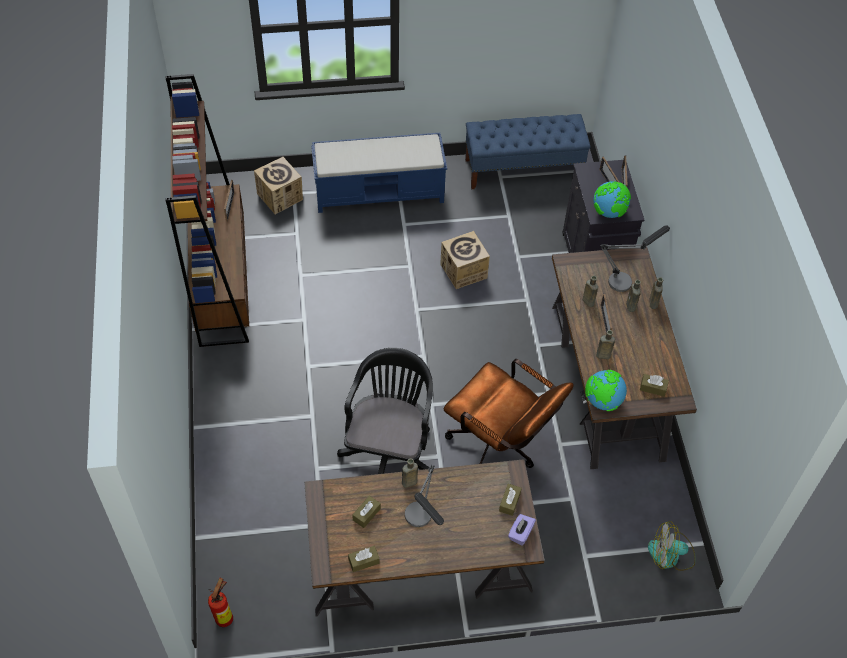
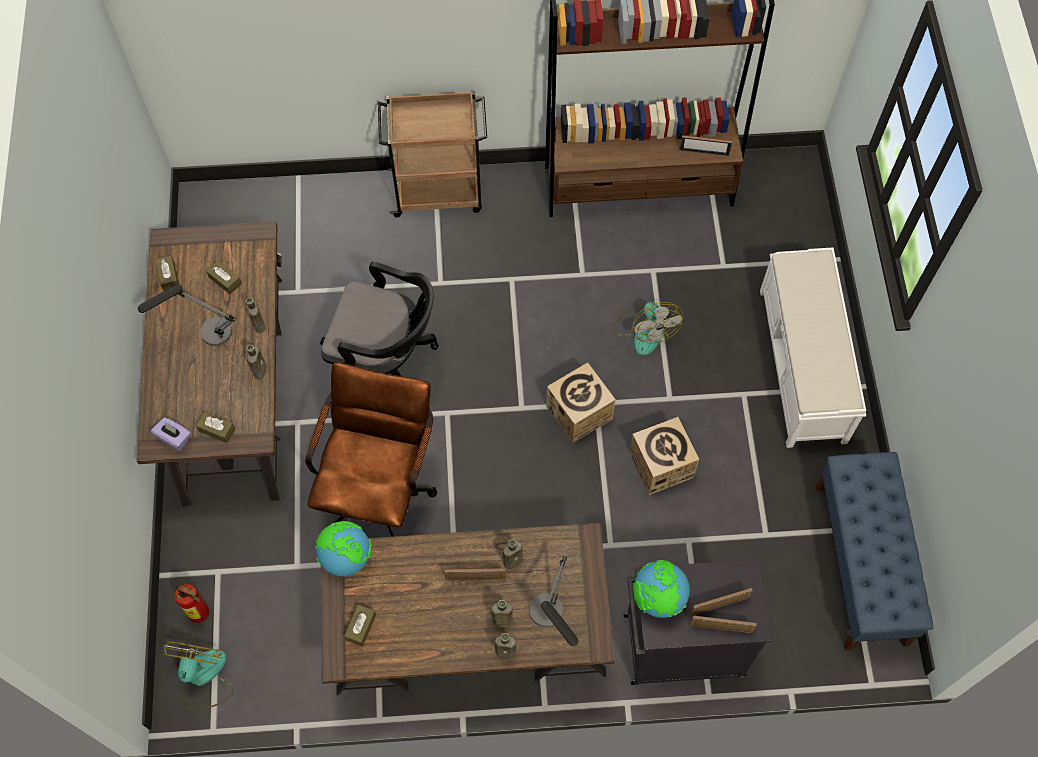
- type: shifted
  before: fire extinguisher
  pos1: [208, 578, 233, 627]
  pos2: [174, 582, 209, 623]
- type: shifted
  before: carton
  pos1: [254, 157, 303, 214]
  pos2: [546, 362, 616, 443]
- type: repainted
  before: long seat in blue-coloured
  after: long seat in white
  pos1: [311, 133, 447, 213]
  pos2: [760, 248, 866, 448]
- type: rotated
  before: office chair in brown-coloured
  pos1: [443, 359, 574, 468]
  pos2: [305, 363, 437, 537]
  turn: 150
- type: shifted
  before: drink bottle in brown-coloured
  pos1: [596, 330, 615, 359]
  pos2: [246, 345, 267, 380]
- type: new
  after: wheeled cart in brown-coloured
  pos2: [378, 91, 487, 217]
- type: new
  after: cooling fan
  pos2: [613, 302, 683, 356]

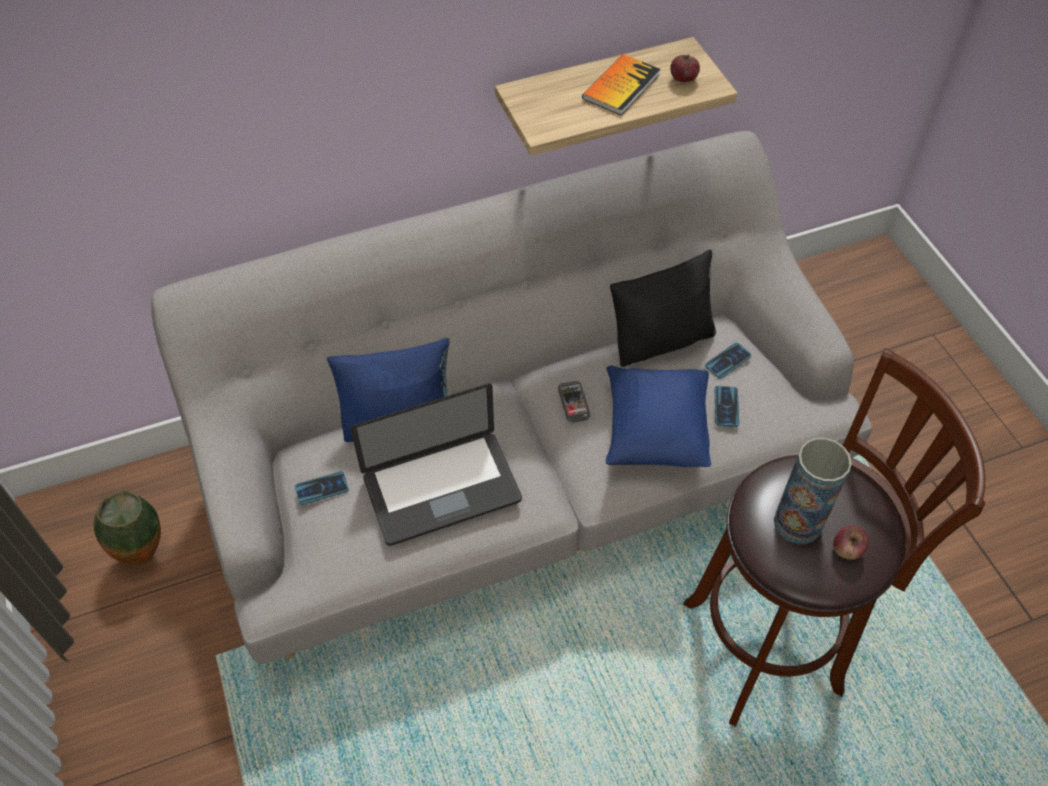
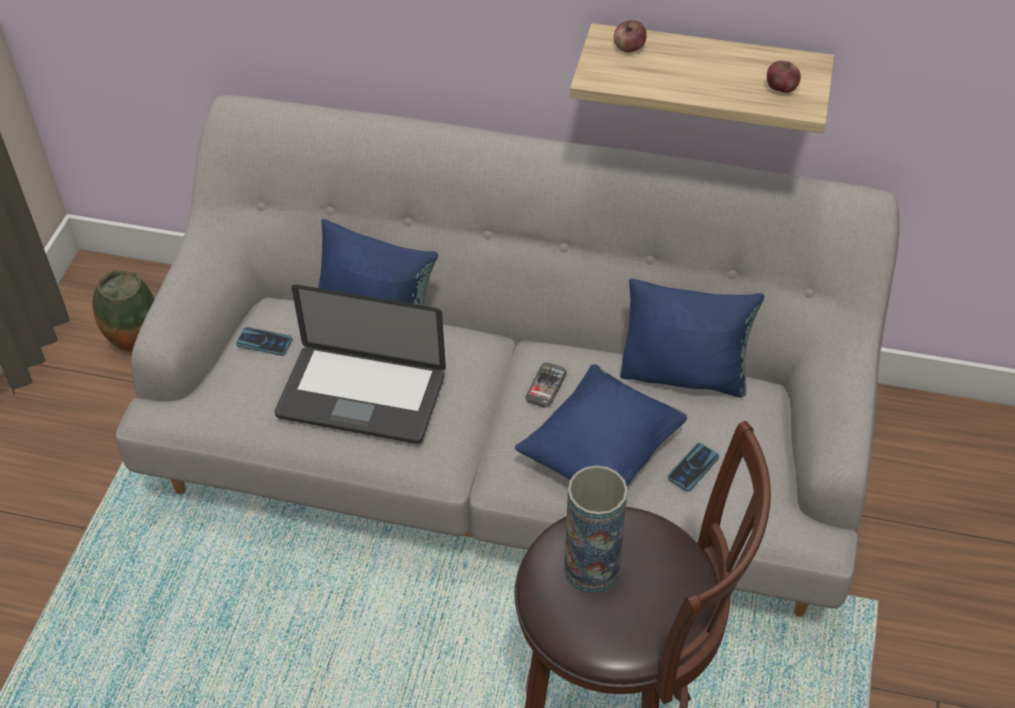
- type: gone
  before: book
  pos1: [582, 54, 660, 115]
- type: repainted
  before: cushion in black
  after: cushion in blue-coloured
  pos1: [610, 249, 716, 367]
  pos2: [620, 278, 764, 398]
- type: gone
  before: phone
  pos1: [705, 343, 751, 379]
- type: shifted
  before: apple
  pos1: [833, 526, 869, 560]
  pos2: [614, 20, 647, 53]

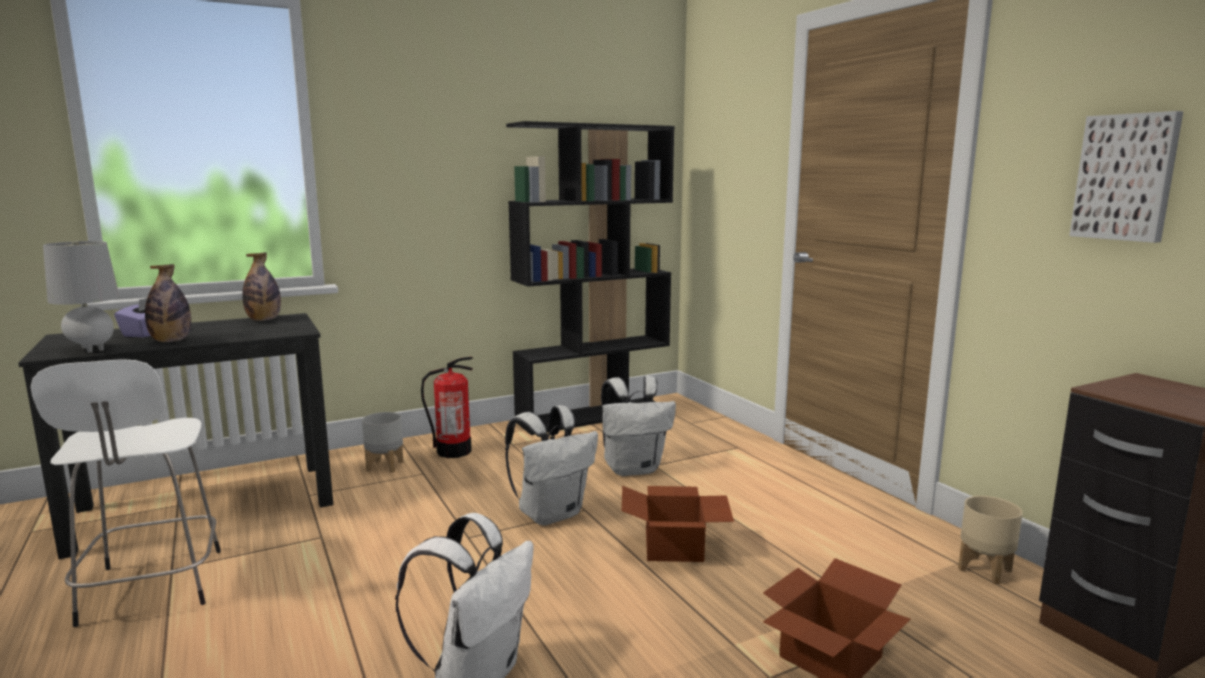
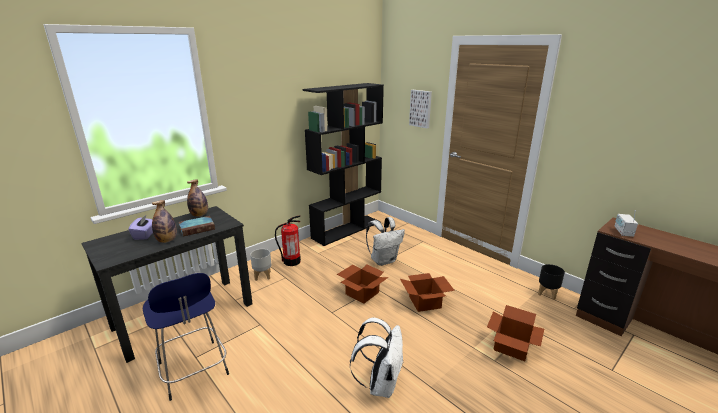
- type: repainted
  before: stool seat in white
  after: stool seat in blue-coloured
  pos1: [31, 359, 221, 627]
  pos2: [143, 273, 229, 401]
- type: gone
  before: table lamp in gray
  pos1: [43, 241, 120, 353]
- type: swapped
  before: rucksack in white
  after: carton
  pos1: [505, 405, 598, 526]
  pos2: [337, 264, 388, 304]
- type: repainted
  before: planter in beige-coloured
  after: planter in black
  pos1: [958, 496, 1023, 584]
  pos2: [538, 264, 565, 300]
- type: shifted
  before: picture
  pos1: [1069, 111, 1183, 243]
  pos2: [409, 90, 432, 128]
- type: new
  after: book
  pos2: [179, 216, 215, 236]
- type: new
  after: radio receiver
  pos2: [615, 210, 638, 237]

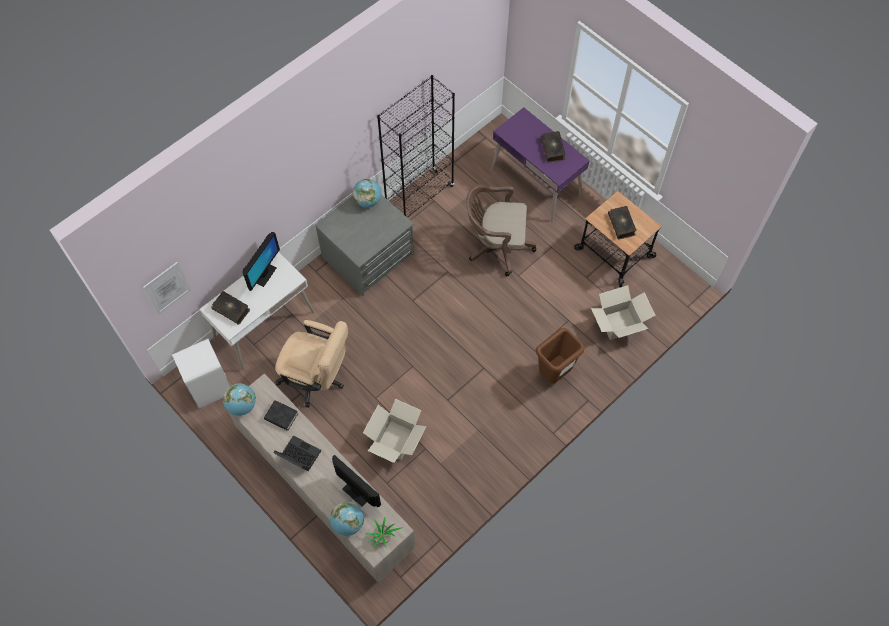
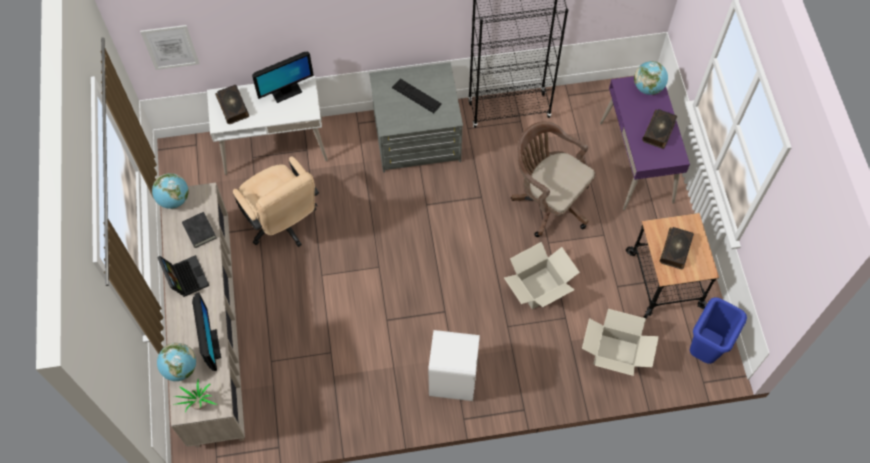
- type: shifted
  before: trash can in white
  pos1: [172, 339, 230, 409]
  pos2: [428, 330, 480, 401]
- type: shifted
  before: desk globe
  pos1: [353, 179, 381, 208]
  pos2: [634, 61, 668, 95]
- type: shifted
  before: carton
  pos1: [363, 399, 427, 463]
  pos2: [504, 242, 580, 309]
- type: gone
  before: trash can in brown-coloured
  pos1: [536, 328, 585, 383]
- type: new
  after: PC keyboard
  pos2: [392, 79, 442, 113]
- type: new
  after: trash can in blue-coloured
  pos2: [690, 297, 747, 364]

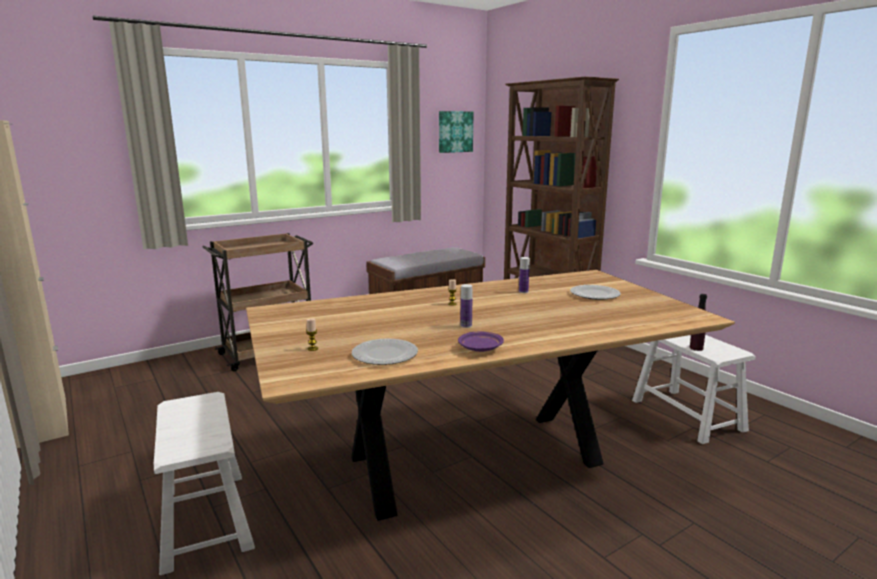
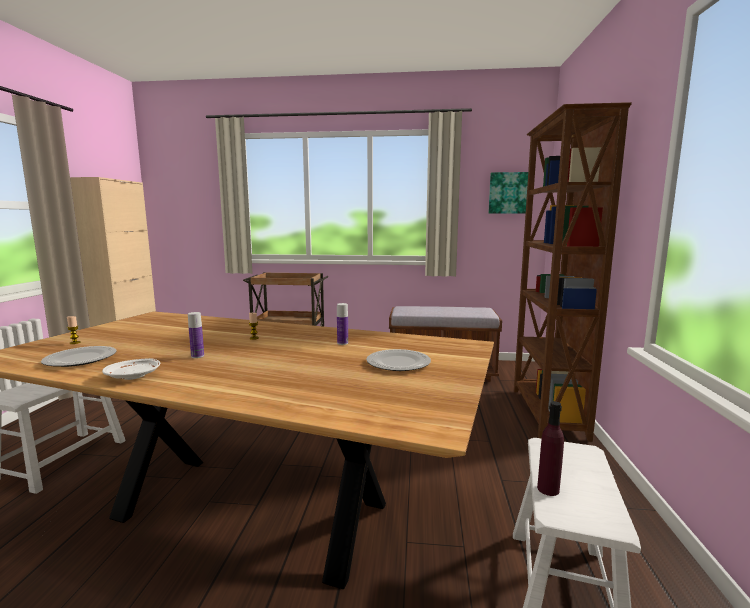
- type: repainted
  before: flat dish in purple
  after: flat dish in white
  pos1: [458, 332, 504, 352]
  pos2: [102, 358, 160, 380]

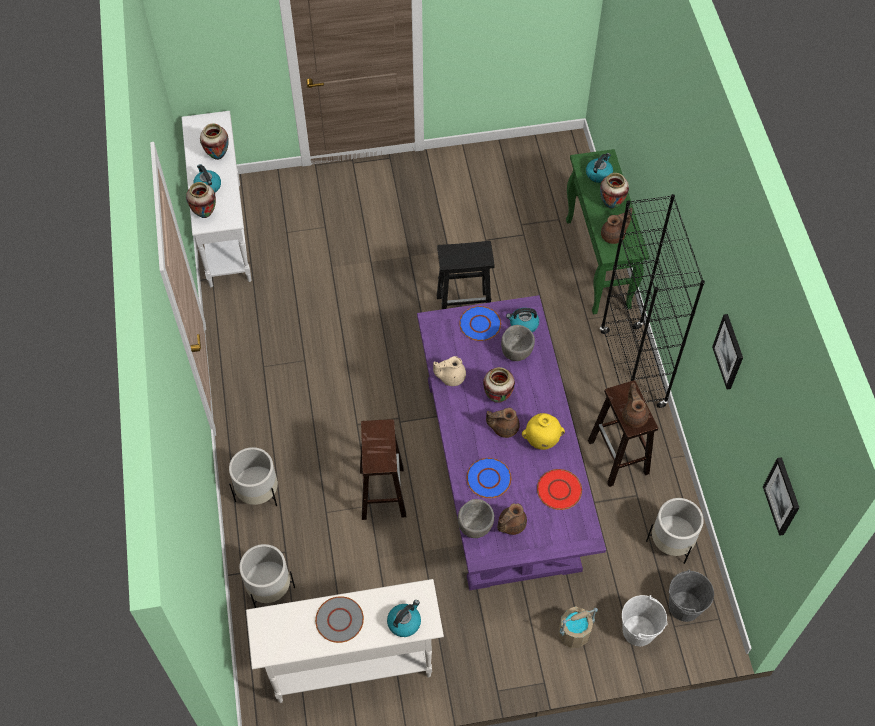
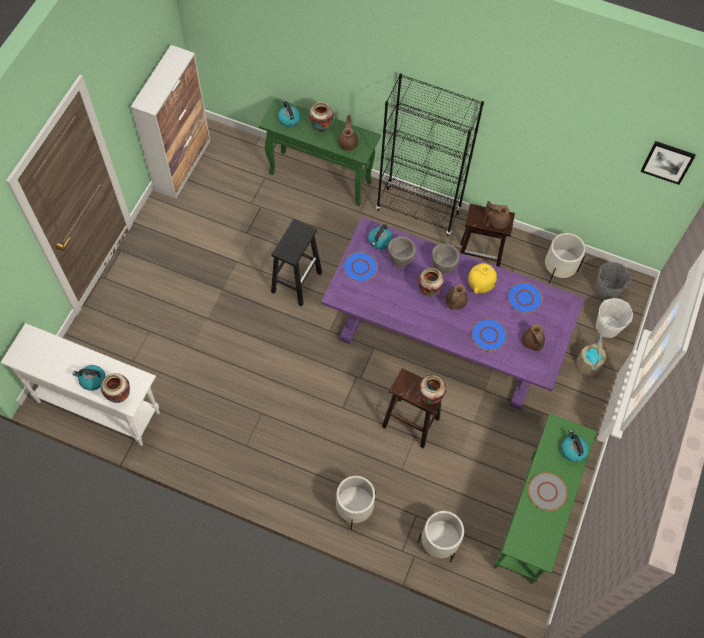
- type: shifted
  before: vase
  pos1: [200, 123, 229, 160]
  pos2: [419, 375, 446, 404]
- type: repainted
  before: hall table in white
  after: hall table in green
  pos1: [246, 579, 444, 703]
  pos2: [494, 414, 597, 584]
- type: gone
  before: teapot in beige-coloured
  pos1: [433, 356, 466, 386]
- type: shifted
  before: bowl in gray
  pos1: [458, 499, 494, 538]
  pos2: [432, 244, 460, 274]
- type: repainted
  before: flat dish in red
  after: flat dish in blue-coloured
  pos1: [537, 469, 582, 510]
  pos2: [507, 282, 543, 313]
- type: gone
  before: picture
  pos1: [712, 314, 743, 389]
- type: new
  after: cabinet
  pos2: [131, 45, 210, 199]

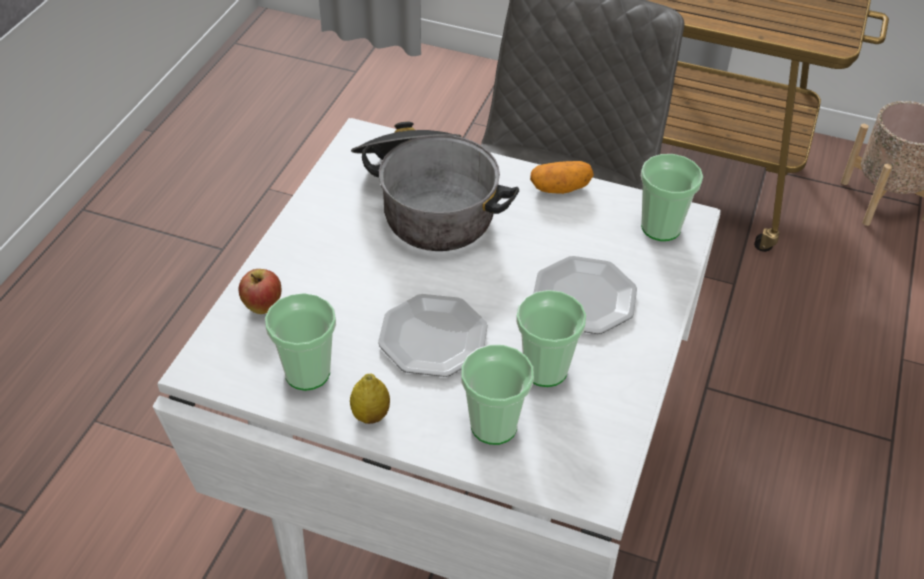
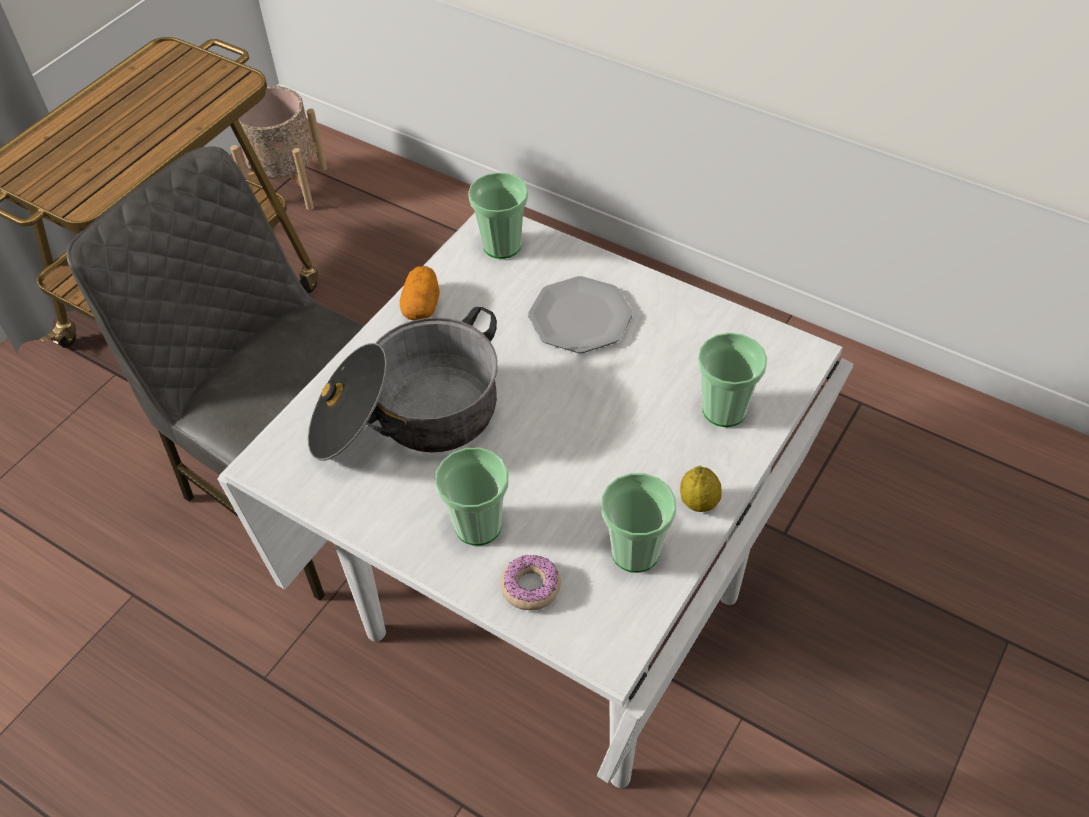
- type: swapped
  before: apple
  after: ring doughnut
  pos1: [239, 269, 281, 314]
  pos2: [501, 555, 561, 610]
- type: gone
  before: flat dish
  pos1: [378, 294, 488, 377]
- type: shifted
  before: drinking cup
  pos1: [516, 290, 586, 387]
  pos2: [435, 448, 509, 546]

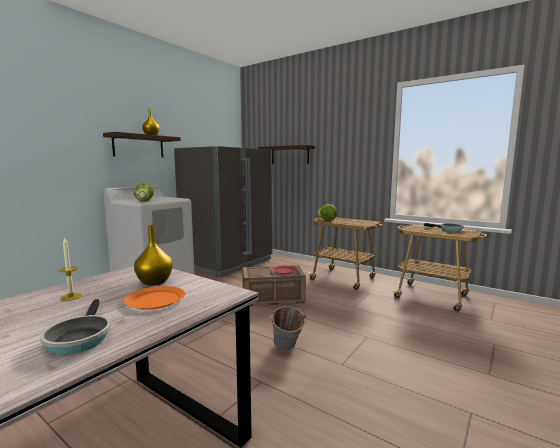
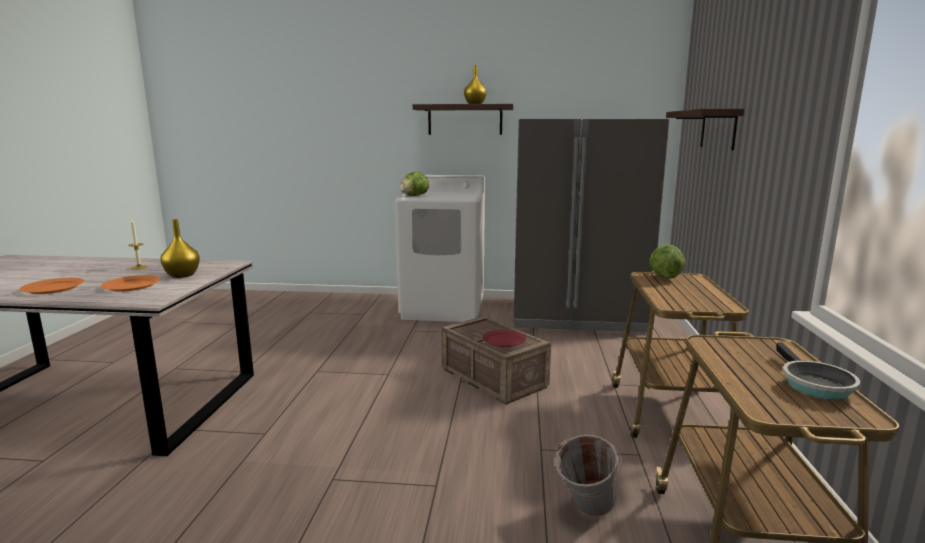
- type: swapped
  before: pan
  after: flat dish in orangey
  pos1: [40, 299, 111, 354]
  pos2: [19, 278, 84, 294]
- type: shifted
  before: water bucket in gray
  pos1: [270, 306, 306, 350]
  pos2: [555, 435, 622, 516]

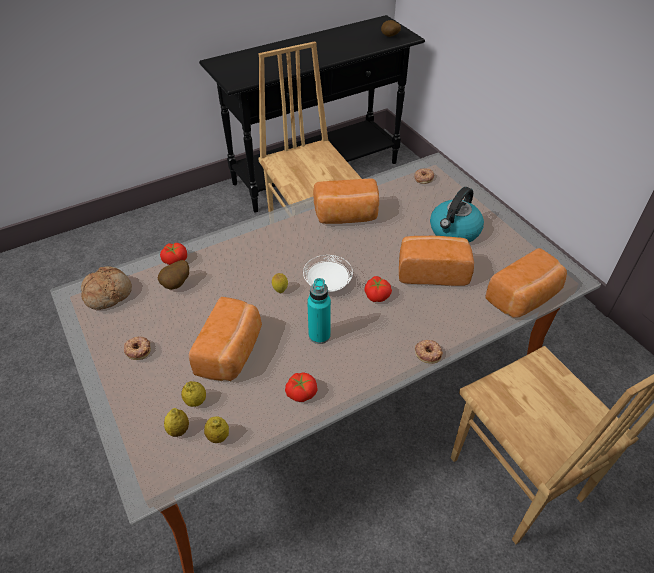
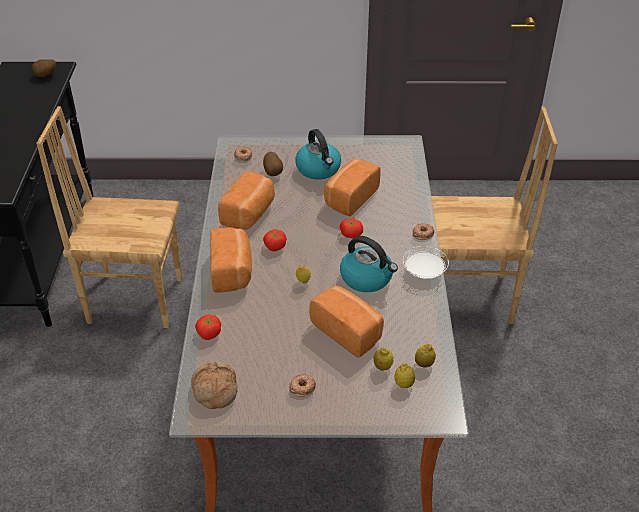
- type: shifted
  before: potato
  pos1: [158, 260, 189, 290]
  pos2: [263, 152, 283, 176]
- type: shifted
  before: tomato
  pos1: [285, 372, 318, 402]
  pos2: [263, 229, 286, 251]
- type: shifted
  before: flat dish in white
  pos1: [303, 255, 353, 292]
  pos2: [403, 246, 449, 279]
- type: swapped
  before: drink bottle in blue-green
  after: kettle
  pos1: [307, 278, 331, 344]
  pos2: [340, 236, 398, 292]
- type: shifted
  before: baked bread
  pos1: [485, 248, 567, 318]
  pos2: [210, 227, 252, 292]

